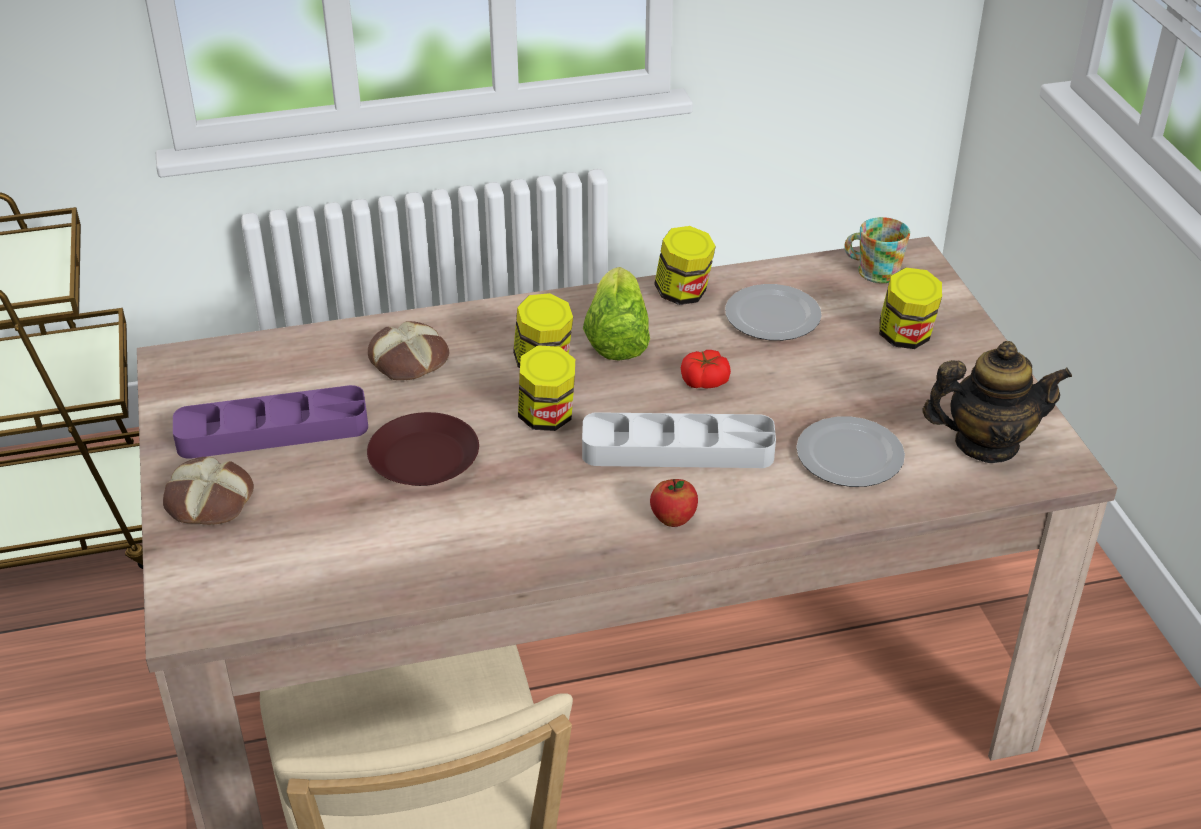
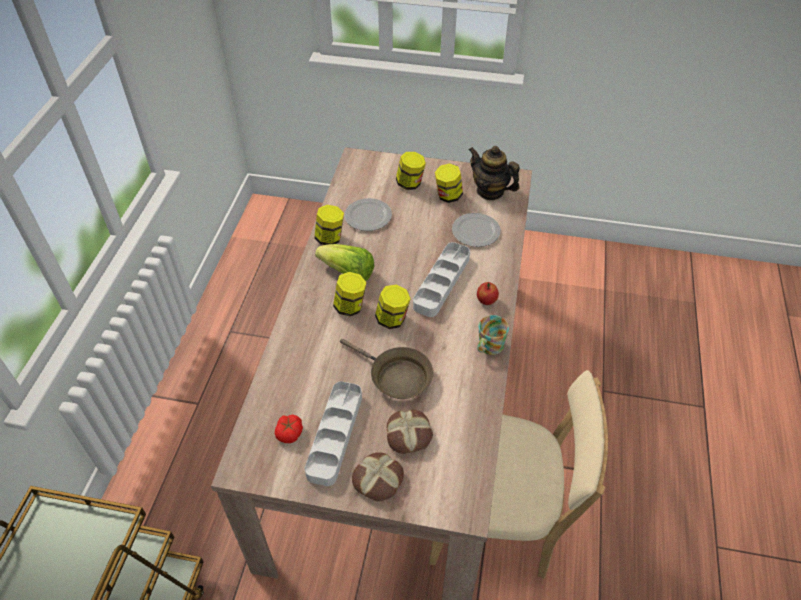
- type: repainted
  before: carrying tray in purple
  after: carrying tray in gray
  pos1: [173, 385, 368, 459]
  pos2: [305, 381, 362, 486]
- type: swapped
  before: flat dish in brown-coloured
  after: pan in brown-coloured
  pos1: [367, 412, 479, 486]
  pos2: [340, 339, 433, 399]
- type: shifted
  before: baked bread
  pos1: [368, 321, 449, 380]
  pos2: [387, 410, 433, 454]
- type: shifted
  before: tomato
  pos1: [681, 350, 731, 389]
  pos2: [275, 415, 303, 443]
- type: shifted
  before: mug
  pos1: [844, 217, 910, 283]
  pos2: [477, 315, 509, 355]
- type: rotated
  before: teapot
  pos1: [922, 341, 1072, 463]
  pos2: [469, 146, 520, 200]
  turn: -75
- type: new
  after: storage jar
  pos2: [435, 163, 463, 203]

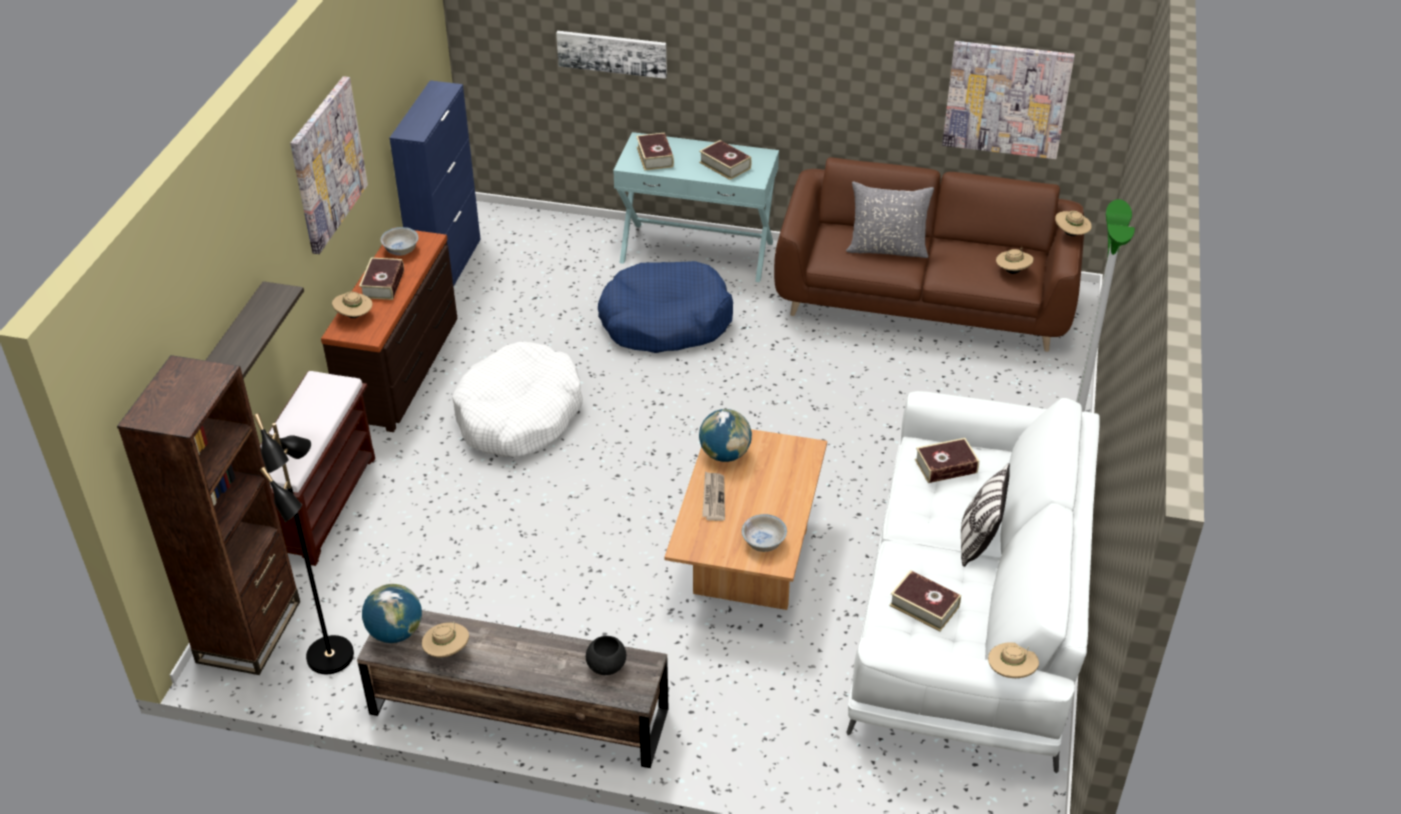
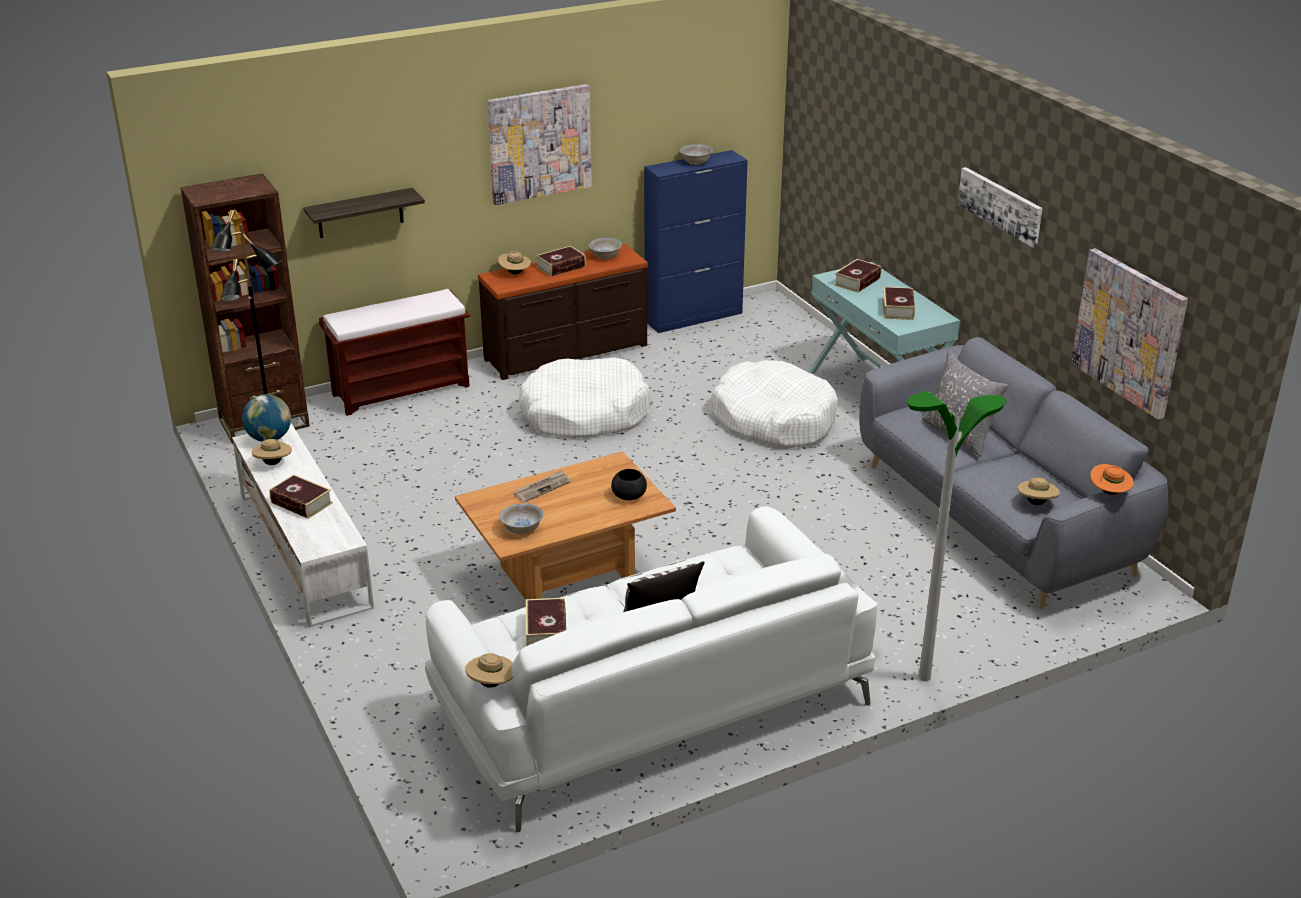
- type: repainted
  before: media console in brown-coloured
  after: media console in white
  pos1: [357, 610, 669, 768]
  pos2: [232, 423, 374, 627]
- type: shifted
  before: picture
  pos1: [556, 31, 667, 79]
  pos2: [958, 167, 1043, 248]
- type: shifted
  before: bowl in black
  pos1: [586, 636, 626, 675]
  pos2: [611, 469, 647, 500]
- type: repainted
  before: dog bed in blue-coloured
  after: dog bed in white
  pos1: [598, 261, 733, 353]
  pos2: [712, 360, 838, 449]
- type: gone
  before: desk globe
  pos1: [699, 409, 752, 462]
- type: repainted
  before: couch in brown-coloured
  after: couch in gray
  pos1: [774, 157, 1084, 352]
  pos2: [859, 337, 1168, 609]
- type: shifted
  before: book
  pos1: [915, 438, 979, 483]
  pos2: [270, 474, 333, 519]
- type: repainted
  before: clothing hat in beige-coloured
  after: clothing hat in orangey
  pos1: [1055, 211, 1092, 236]
  pos2: [1090, 464, 1134, 495]
- type: new
  after: bowl in white
  pos2: [680, 144, 713, 165]

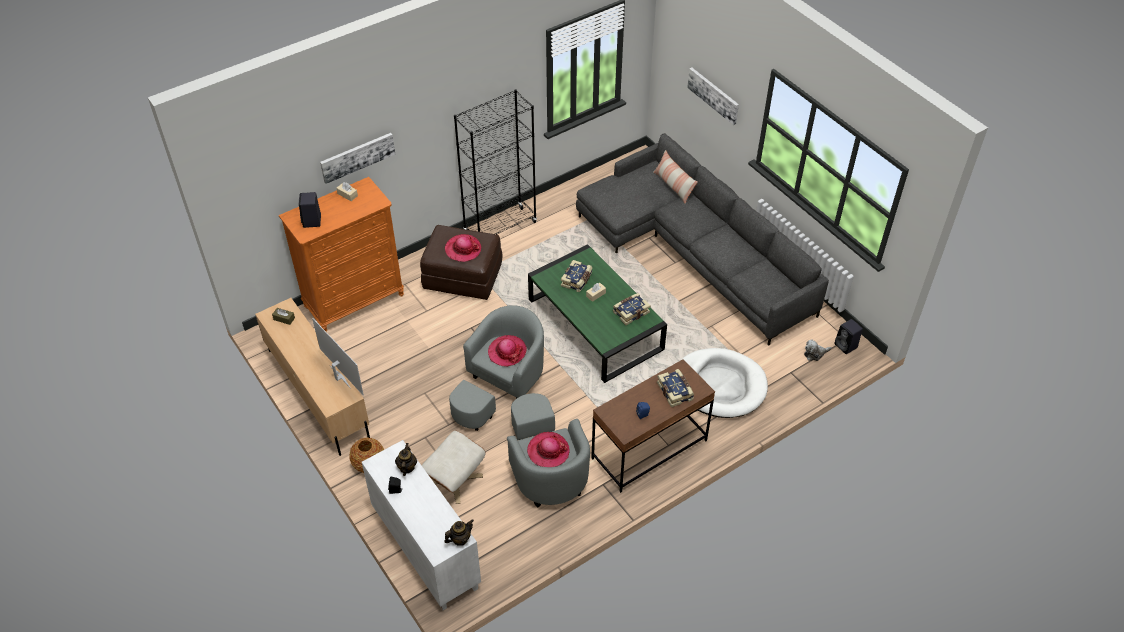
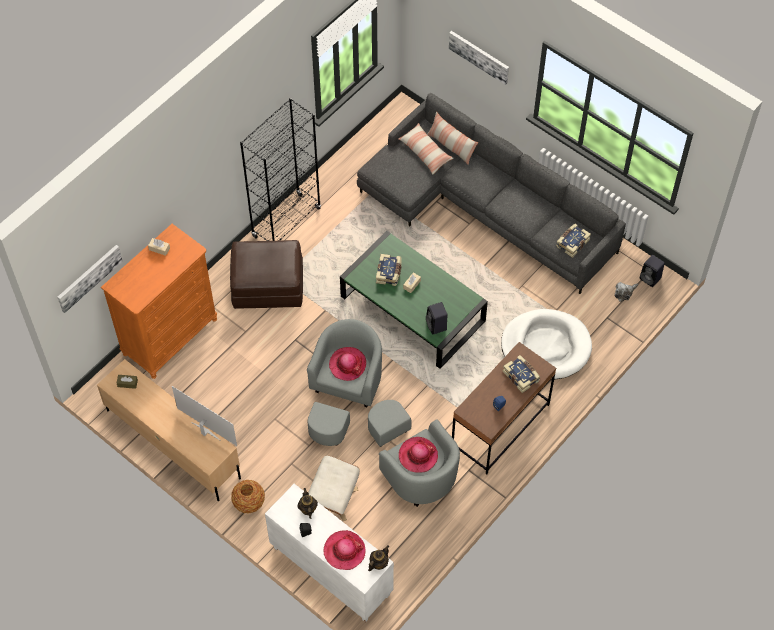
- type: shifted
  before: speaker in black
  pos1: [299, 192, 321, 228]
  pos2: [426, 302, 448, 335]
- type: shifted
  before: picture
  pos1: [320, 133, 395, 184]
  pos2: [58, 245, 123, 313]
- type: shifted
  before: clothing hat
  pos1: [445, 234, 481, 262]
  pos2: [323, 530, 366, 570]
- type: shifted
  before: book
  pos1: [613, 293, 651, 325]
  pos2: [556, 224, 591, 258]
- type: new
  after: cushion
  pos2: [398, 123, 454, 175]

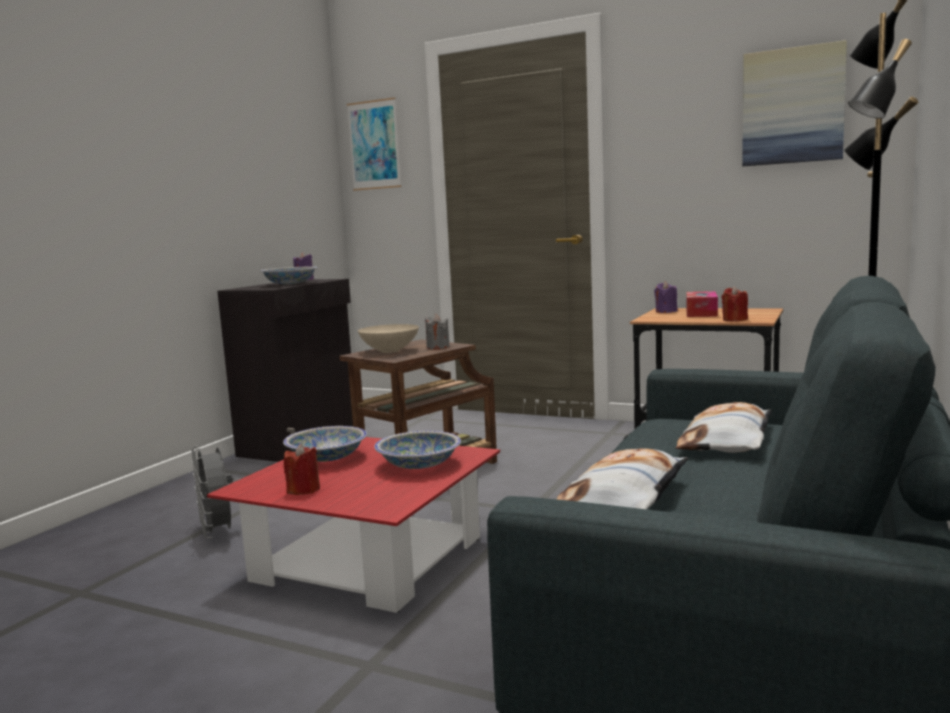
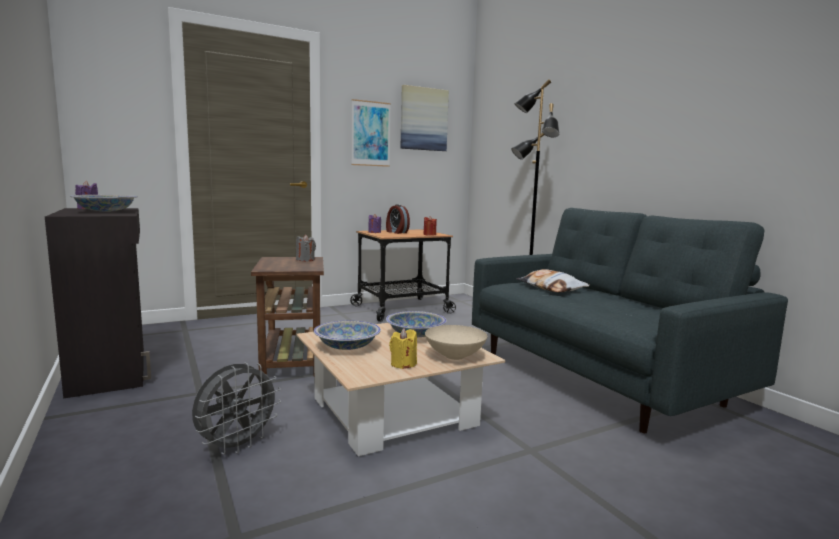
- type: rotated
  before: cooling fan in gray
  pos1: [191, 445, 241, 539]
  pos2: [192, 363, 281, 455]
  turn: -60
- type: repainted
  before: coffee table in red
  after: coffee table in beige-coloured
  pos1: [207, 437, 500, 613]
  pos2: [296, 323, 505, 456]
- type: repainted
  before: wax candle in red
  after: wax candle in yellowish
  pos1: [284, 444, 320, 495]
  pos2: [389, 328, 417, 369]
- type: shifted
  before: picture
  pos1: [347, 97, 401, 191]
  pos2: [352, 99, 391, 167]
- type: shifted
  before: bowl in beige-coloured
  pos1: [358, 324, 419, 353]
  pos2: [425, 325, 487, 360]
- type: gone
  before: cushion
  pos1: [557, 449, 689, 509]
- type: swapped
  before: tissue box
  after: bedside clock
  pos1: [686, 291, 718, 317]
  pos2: [386, 204, 410, 234]

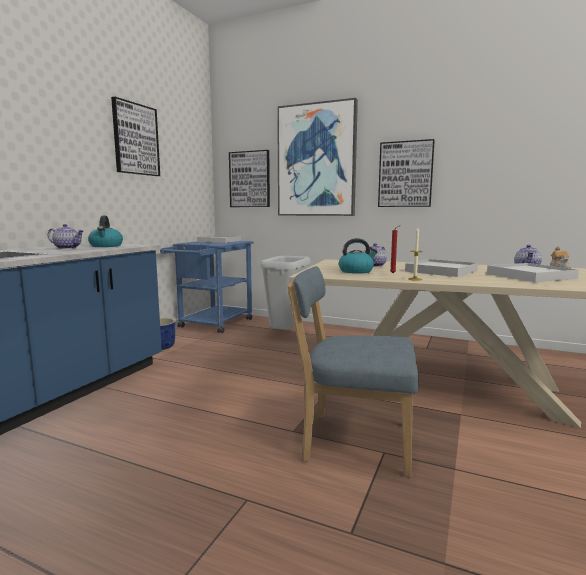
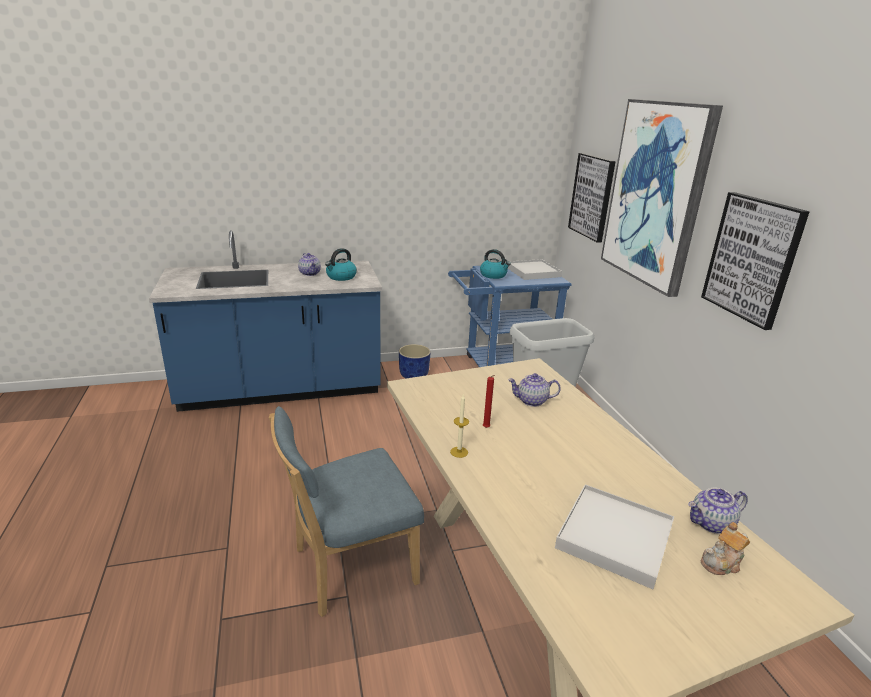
- type: gone
  before: picture
  pos1: [111, 97, 160, 176]
- type: rotated
  before: chair in blue-coloured
  pos1: [287, 266, 419, 477]
  pos2: [269, 406, 424, 617]
  turn: -90
- type: shifted
  before: kettle
  pos1: [339, 238, 378, 274]
  pos2: [480, 249, 511, 279]
- type: gone
  before: carrying tray in white
  pos1: [405, 259, 478, 277]

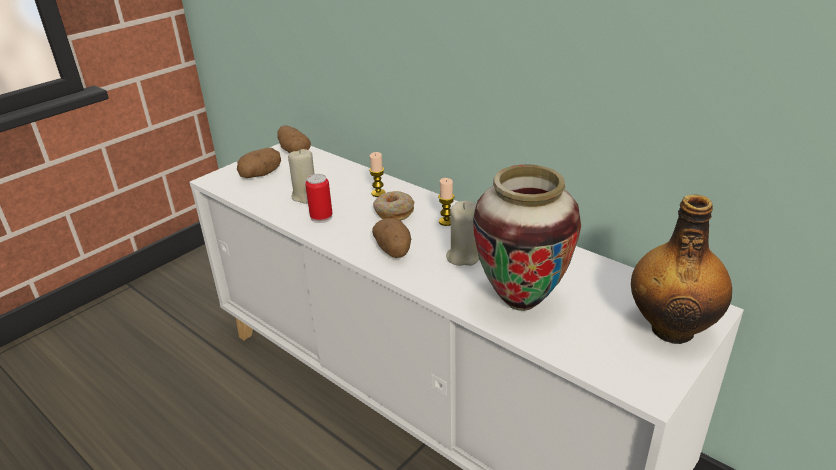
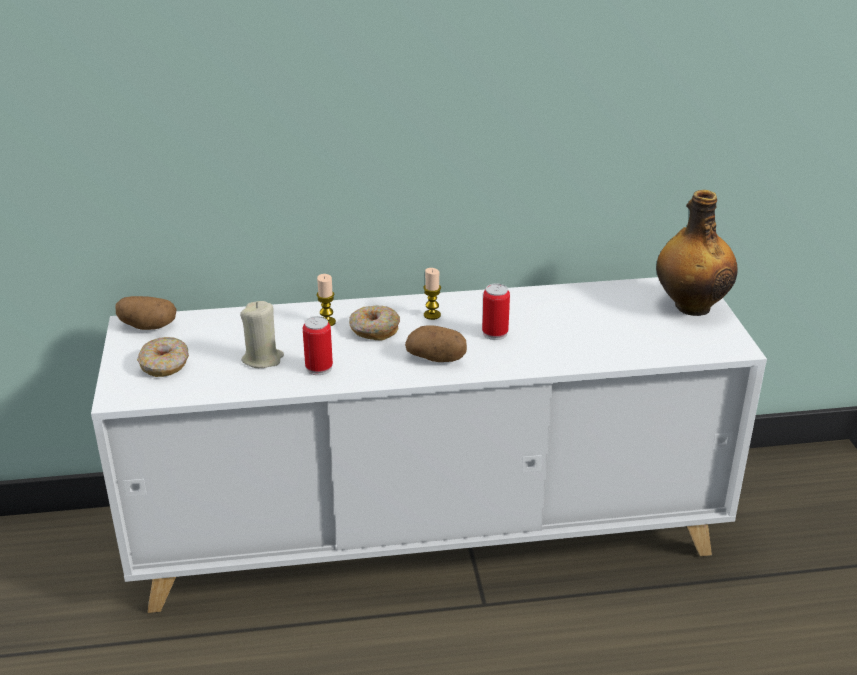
- type: swapped
  before: potato
  after: ring doughnut
  pos1: [237, 148, 281, 178]
  pos2: [137, 337, 189, 377]
- type: swapped
  before: wax candle in beige-coloured
  after: metal can
  pos1: [446, 201, 479, 266]
  pos2: [482, 284, 510, 340]
- type: gone
  before: vase
  pos1: [473, 164, 581, 311]

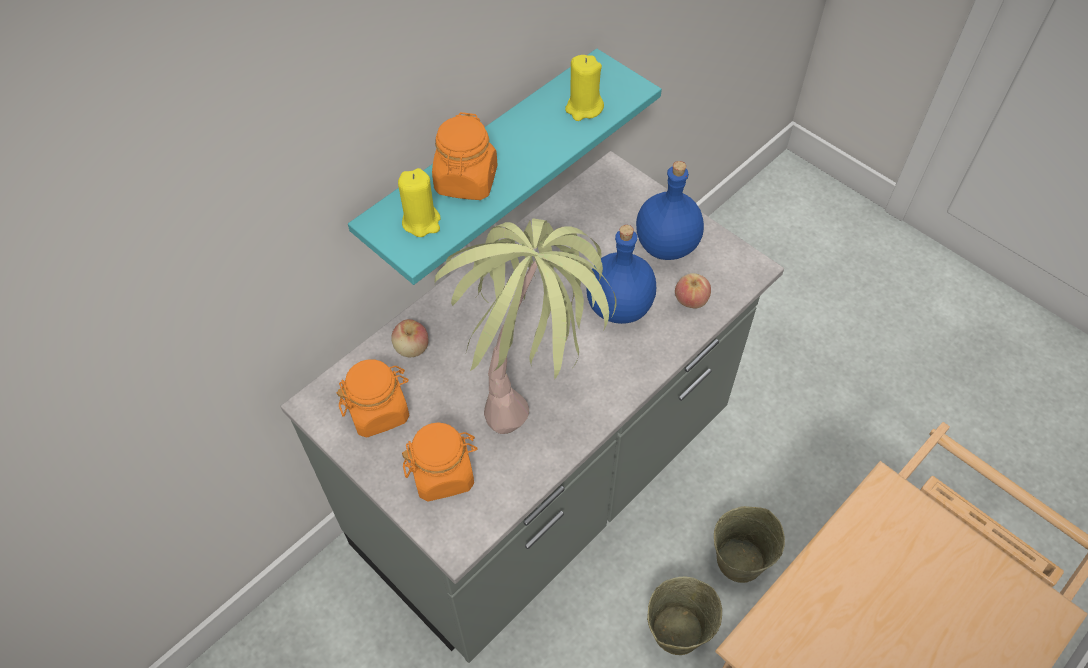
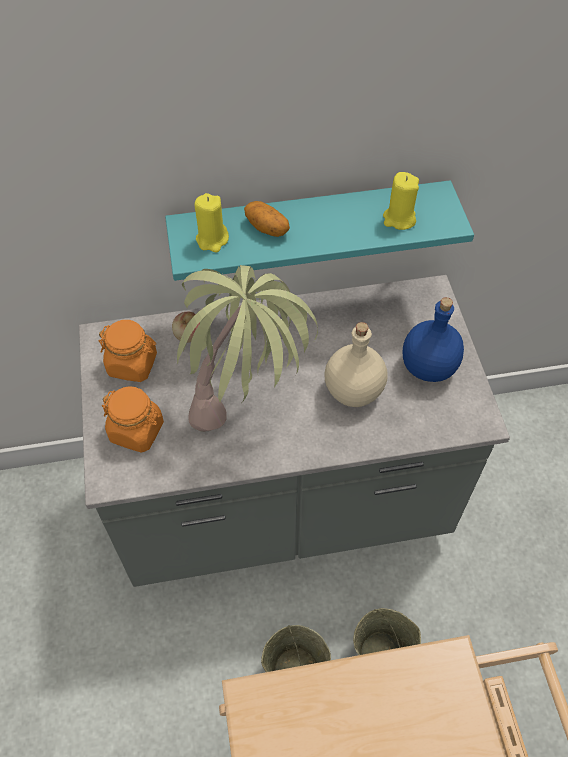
- type: swapped
  before: storage jar in orangey
  after: potato
  pos1: [432, 112, 498, 200]
  pos2: [244, 201, 290, 237]
- type: repainted
  before: drink bottle in blue-coloured
  after: drink bottle in beige-coloured
  pos1: [586, 225, 656, 324]
  pos2: [324, 322, 388, 407]
- type: gone
  before: apple
  pos1: [675, 273, 711, 308]

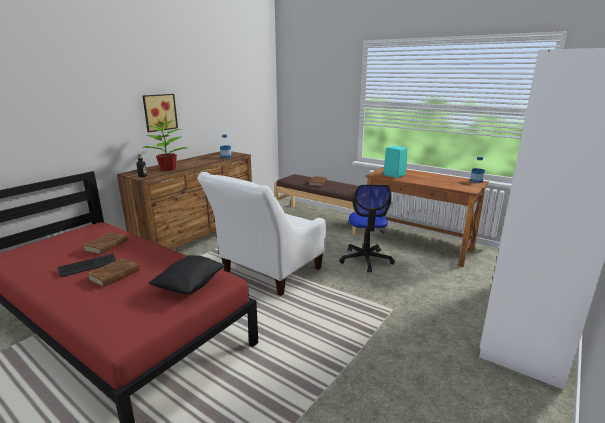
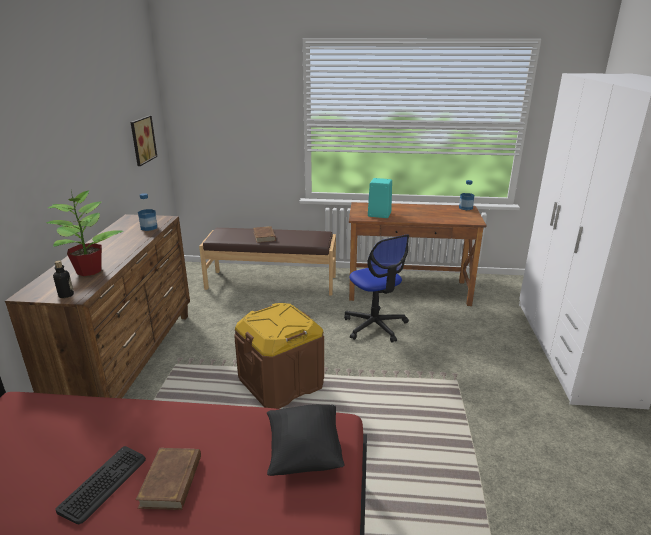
- type: gone
  before: book in brown-coloured
  pos1: [83, 232, 128, 255]
- type: shifted
  before: picture
  pos1: [142, 94, 178, 132]
  pos2: [130, 116, 157, 166]
- type: swapped
  before: armchair in white
  after: storage bin in brown-coloured
  pos1: [197, 172, 326, 296]
  pos2: [234, 303, 324, 409]

